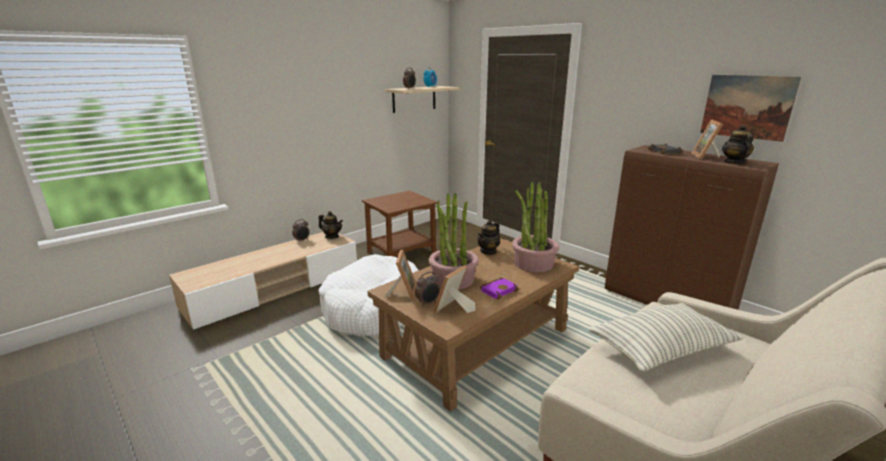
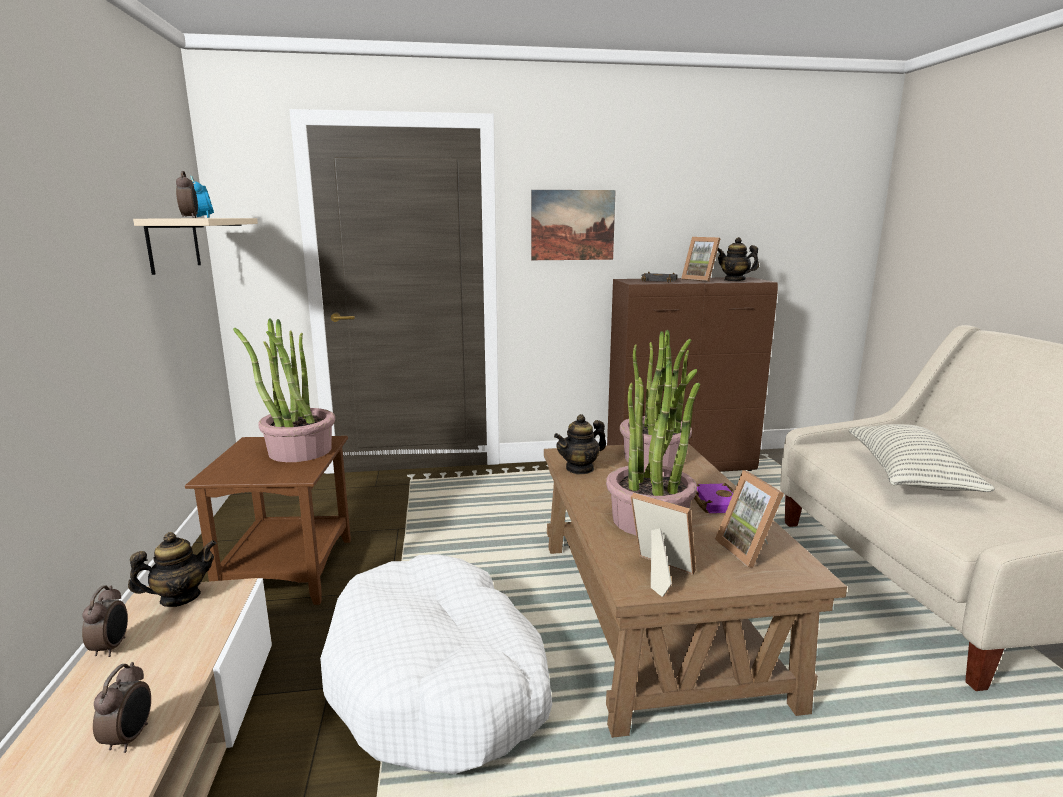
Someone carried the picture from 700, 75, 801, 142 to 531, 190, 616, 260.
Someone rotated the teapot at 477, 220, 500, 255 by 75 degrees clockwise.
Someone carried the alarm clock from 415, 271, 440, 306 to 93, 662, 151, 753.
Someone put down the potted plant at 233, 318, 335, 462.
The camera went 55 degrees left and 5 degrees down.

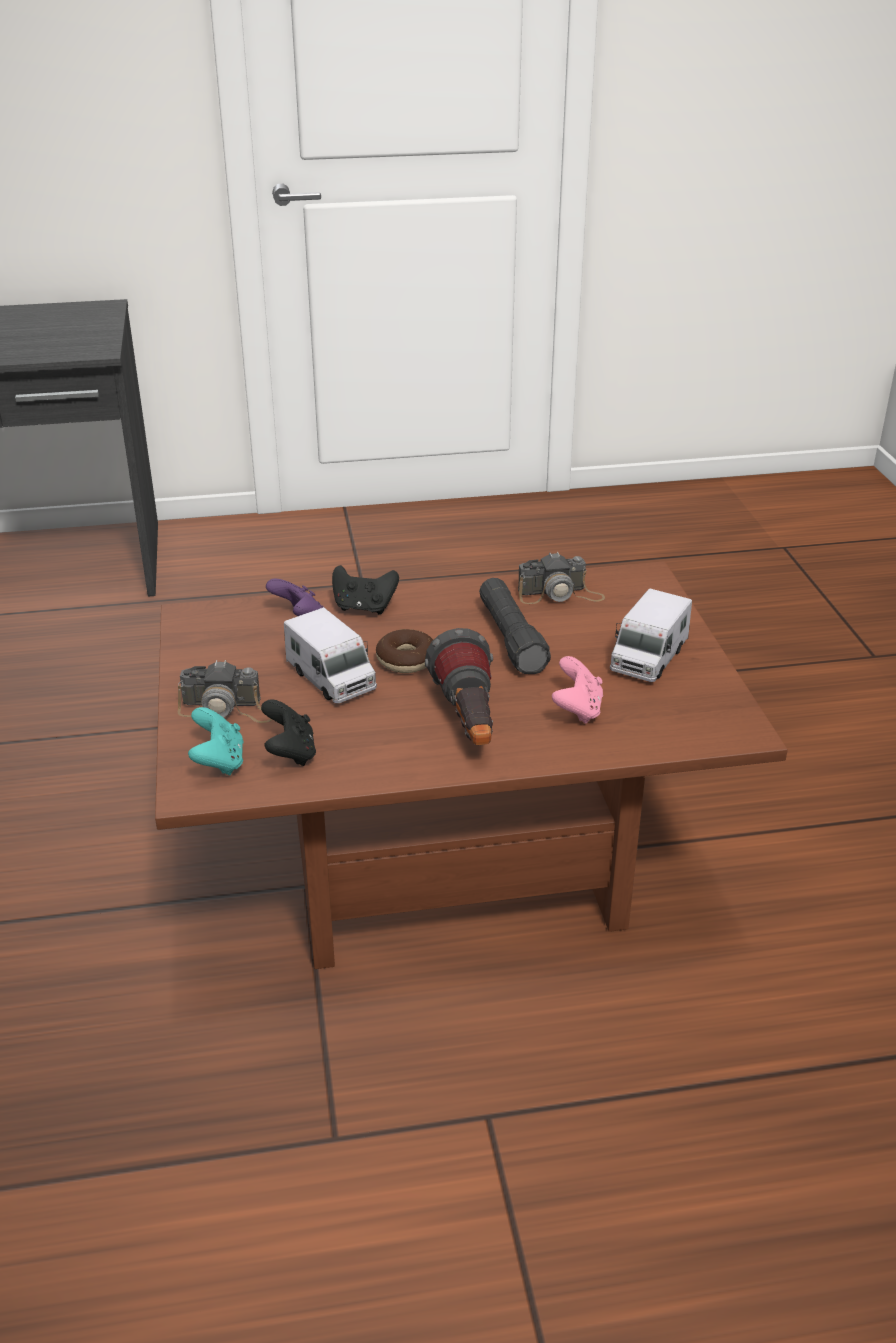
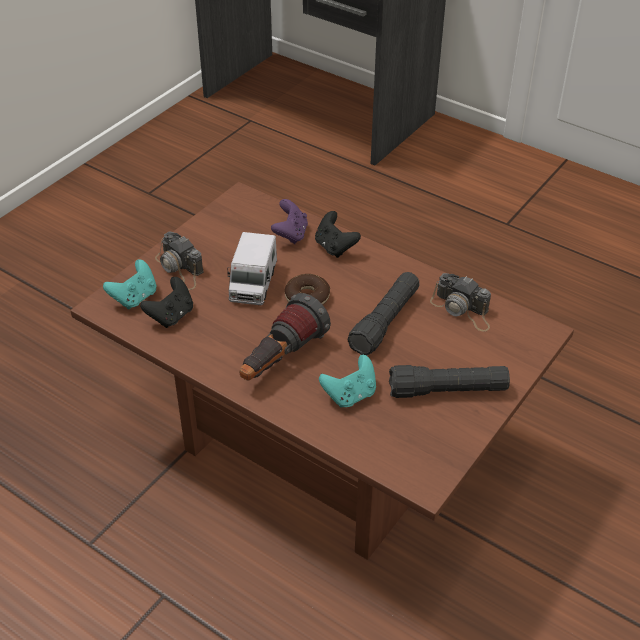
Someone swapped the toy truck at 610, 588, 692, 682 for the flashlight (black) at 389, 365, 510, 398.
Someone repainted the game controller (pink) at 552, 656, 603, 724, which became the game controller (turquoise) at 319, 355, 376, 408.
The camera went 45 degrees right and 10 degrees up.

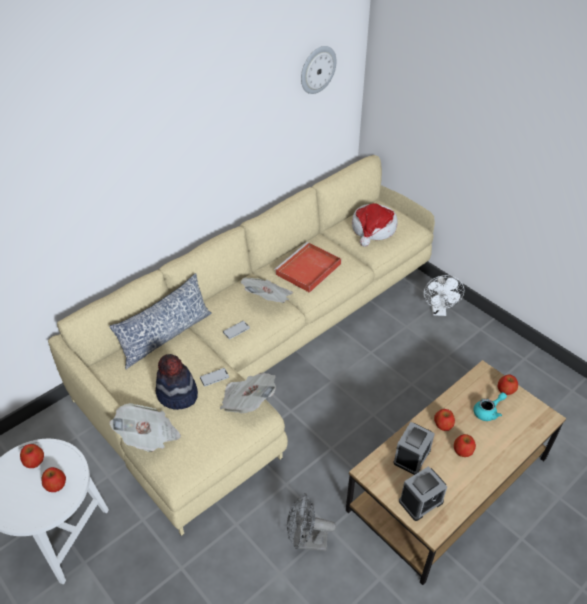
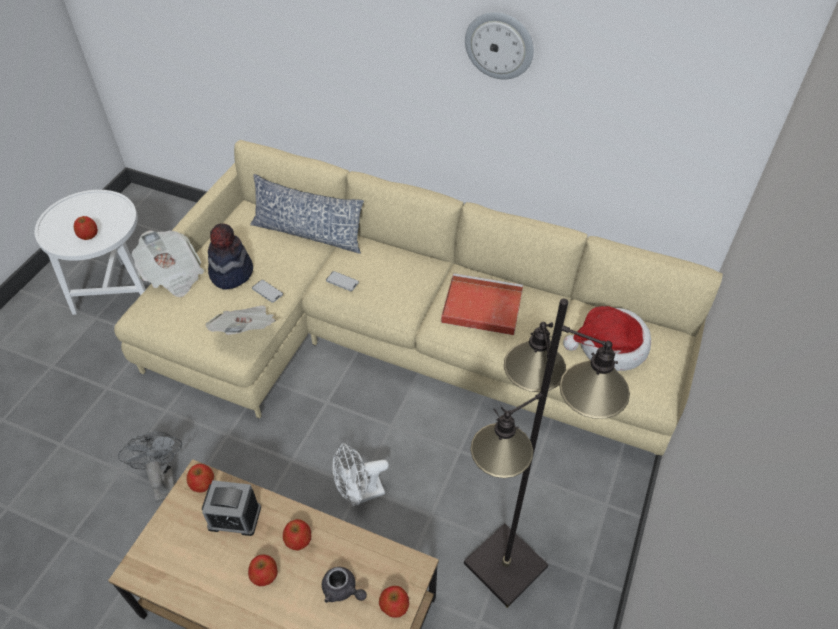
Someone carried the wall clock from 301, 46, 336, 94 to 465, 12, 534, 80.
Someone carried the fan (white) from 424, 275, 464, 316 to 332, 443, 389, 506.
Someone took away the newspaper at 241, 278, 293, 303.
Someone repainted the teapot (turquoise) at 473, 392, 507, 421, which became the teapot (grey) at 322, 567, 367, 603.
Someone carried the apple from 20, 444, 44, 468 to 187, 464, 214, 493.
Someone took away the alarm clock at 399, 466, 447, 521.
Someone put down the floor lamp (black) at 464, 298, 630, 608.
The camera went 65 degrees right and 5 degrees up.

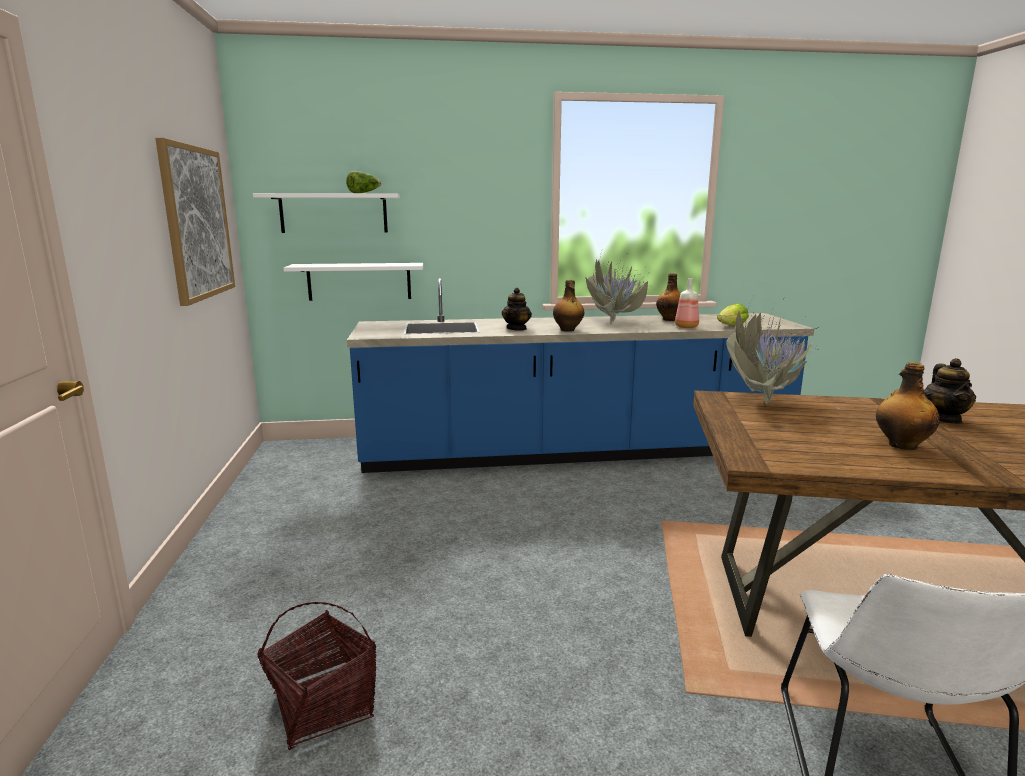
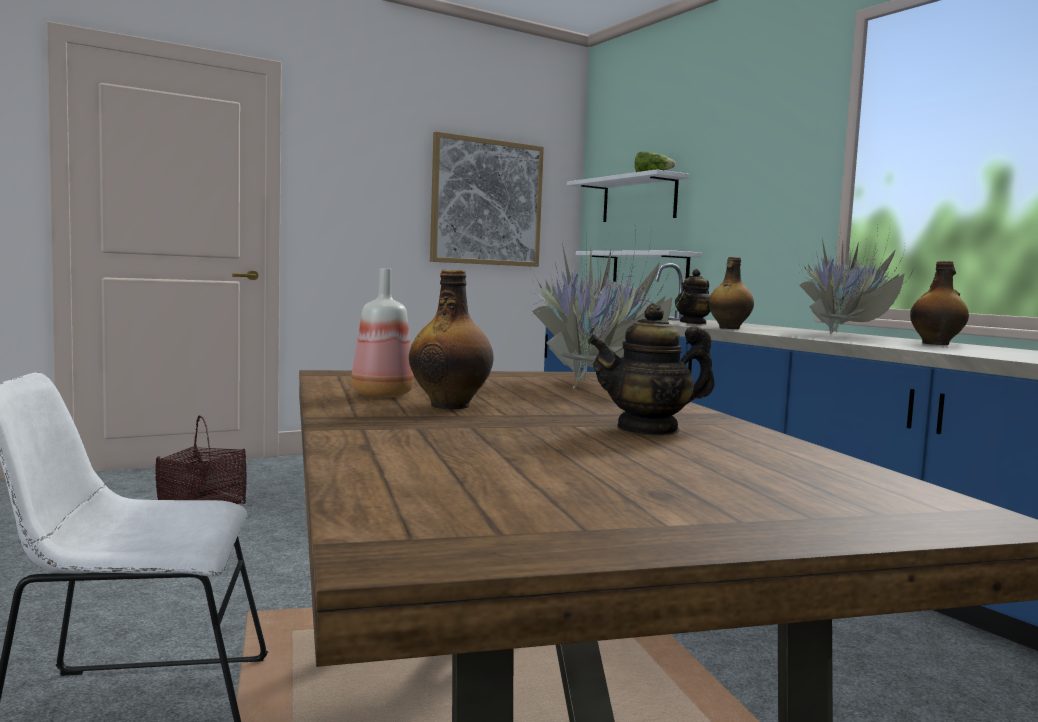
Someone carried the bottle from 675, 278, 699, 328 to 351, 268, 414, 398.
Someone rotated the teapot at 502, 288, 532, 331 by 45 degrees counterclockwise.
Someone took away the lettuce at 717, 303, 749, 325.
The camera went 65 degrees right and 10 degrees down.

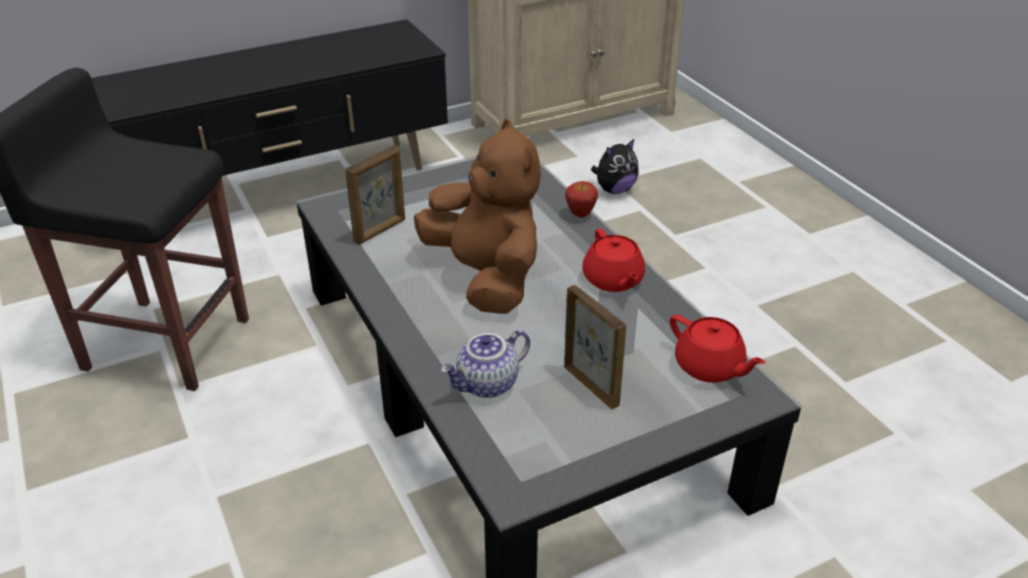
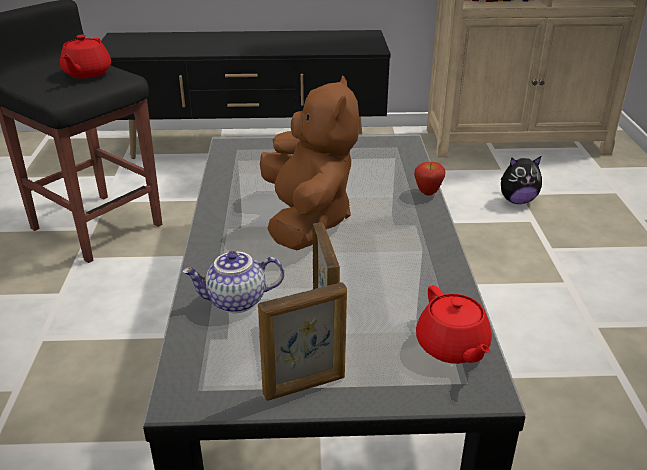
Someone carried the picture frame from 345, 145, 405, 245 to 258, 282, 347, 401.
Someone carried the teapot (red) from 582, 229, 645, 292 to 60, 35, 111, 78.
The camera went 25 degrees right and 5 degrees down.

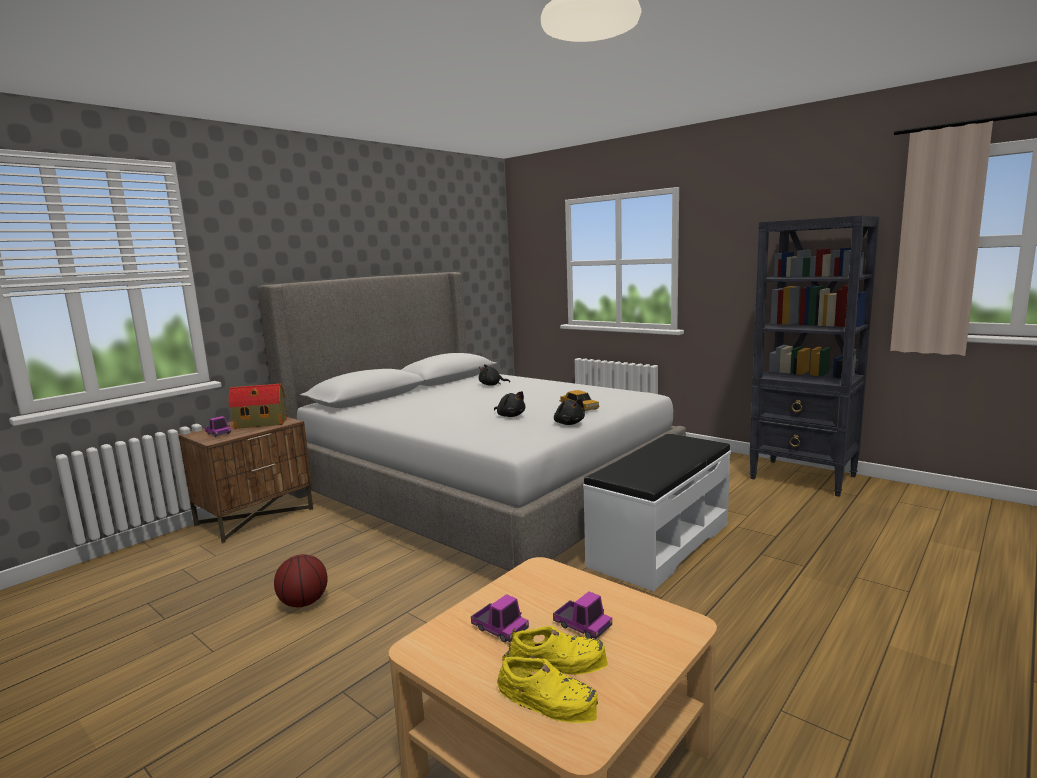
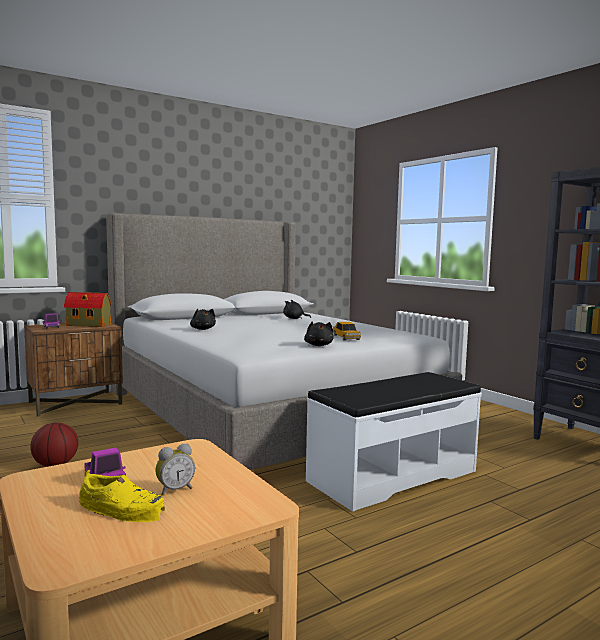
Someone carried the plush toy (black) from 494, 391, 525, 417 to 190, 309, 216, 330.
Someone swapped the toy truck at 553, 592, 612, 639 for the alarm clock at 155, 444, 195, 496.
Someone took away the shoe (yellow) at 497, 652, 598, 723.
The camera went 15 degrees right and 5 degrees down.

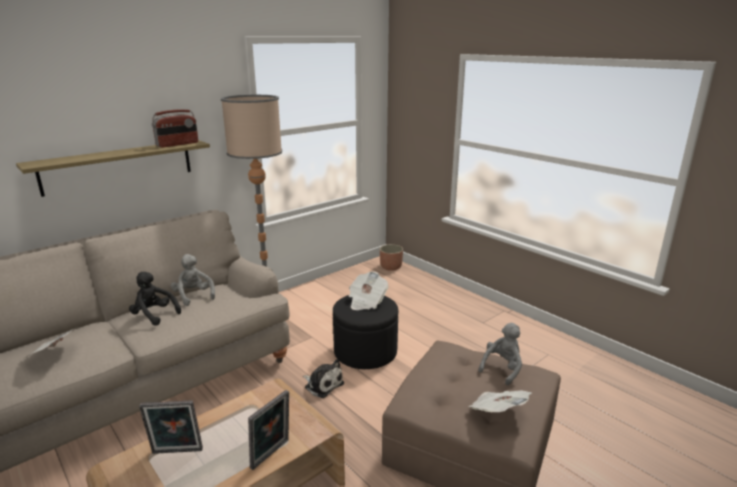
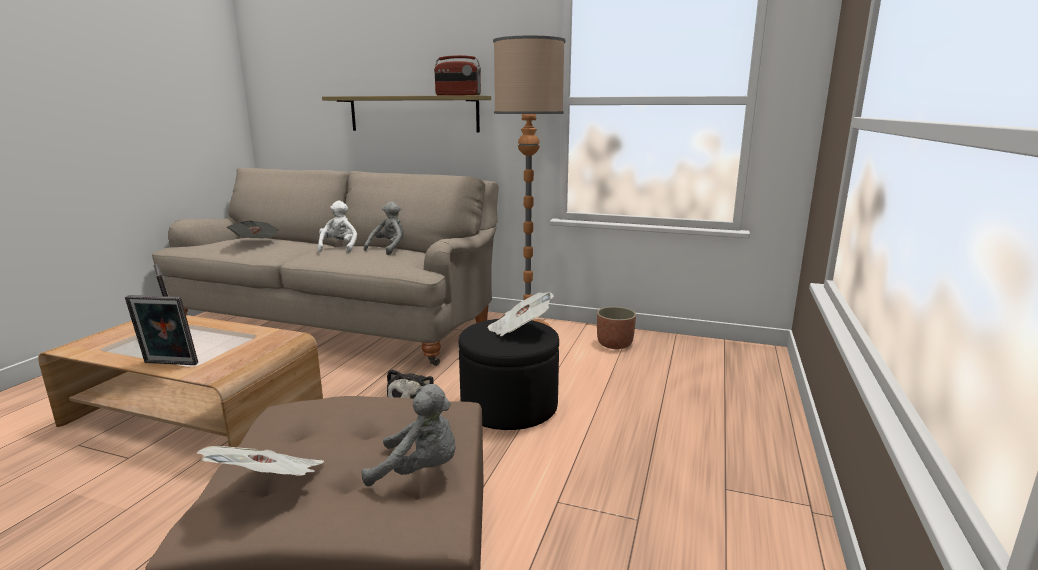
Someone carried the planter from 380, 244, 403, 271 to 597, 307, 636, 349.
Someone repainted the plush toy (black) at 129, 272, 181, 326, which became the plush toy (white) at 318, 201, 357, 253.
The camera went 60 degrees right and 5 degrees down.

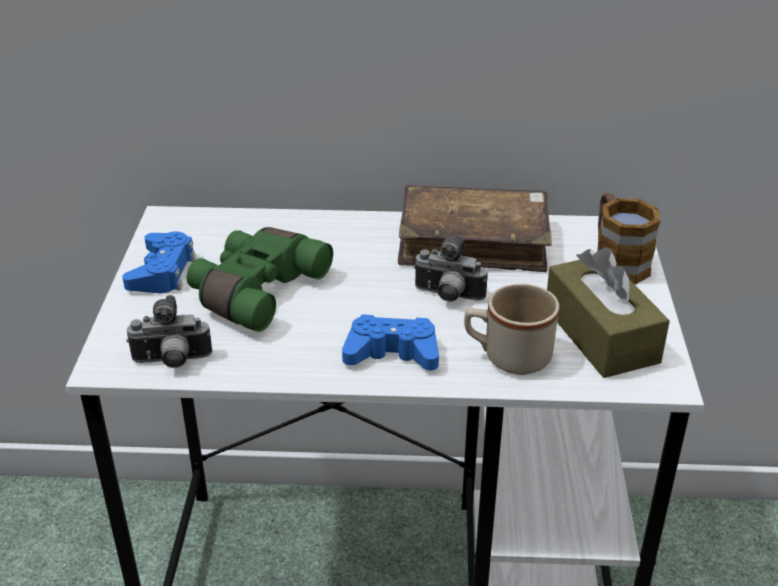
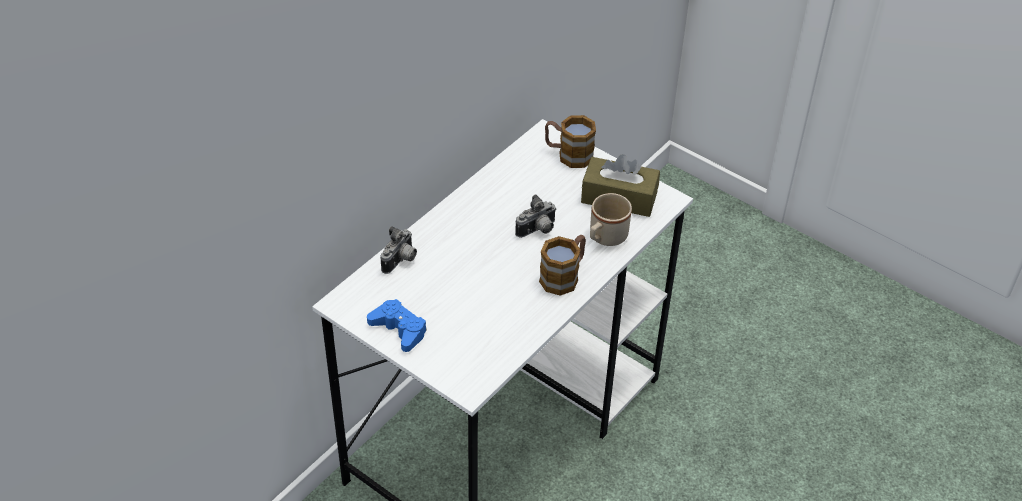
Someone took away the book (brown) at 398, 185, 552, 272.
Someone took away the binoculars (green) at 187, 227, 333, 332.
Someone carried the photo camera from 126, 295, 212, 368 to 380, 226, 417, 274.
Someone swapped the game controller (blue) at 342, 314, 439, 370 for the mug at 539, 235, 586, 296.
The camera went 55 degrees left and 10 degrees up.

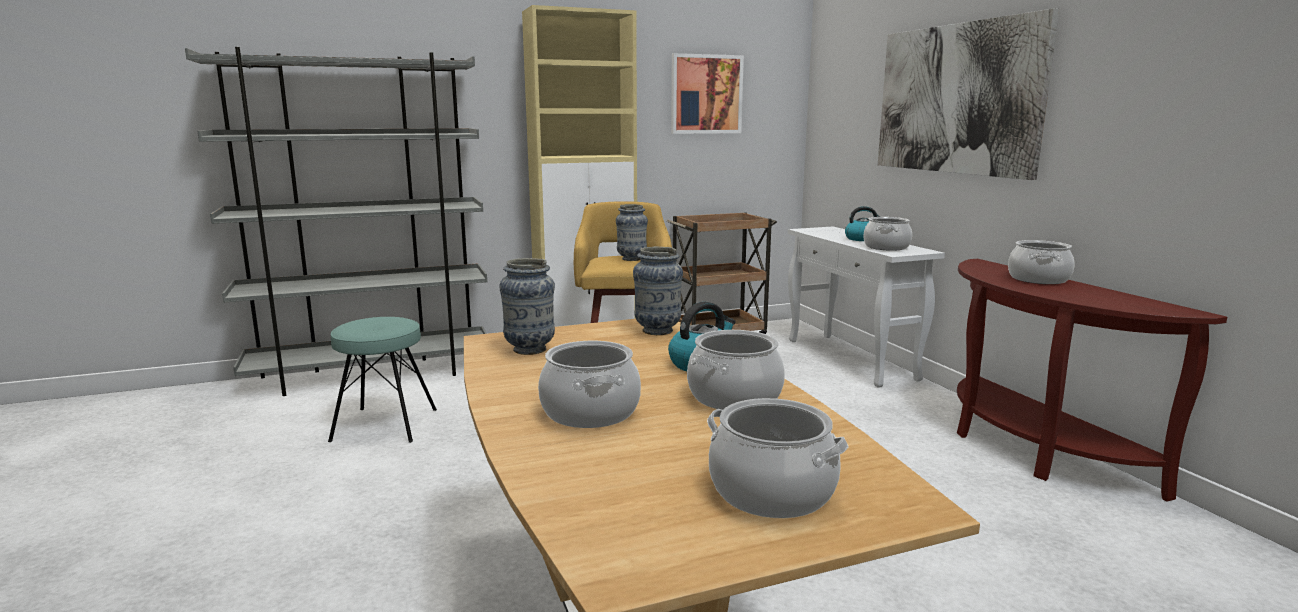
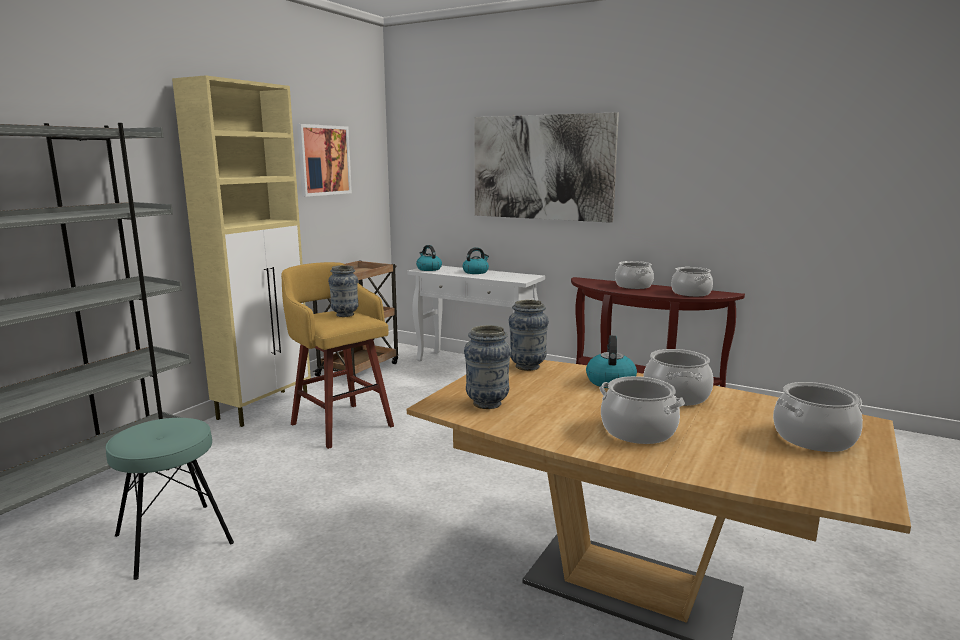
Someone carried the cooking pot from 864, 217, 912, 251 to 671, 267, 713, 297.
Someone put down the kettle at 416, 245, 442, 271.
The camera went 40 degrees left and 0 degrees up.

